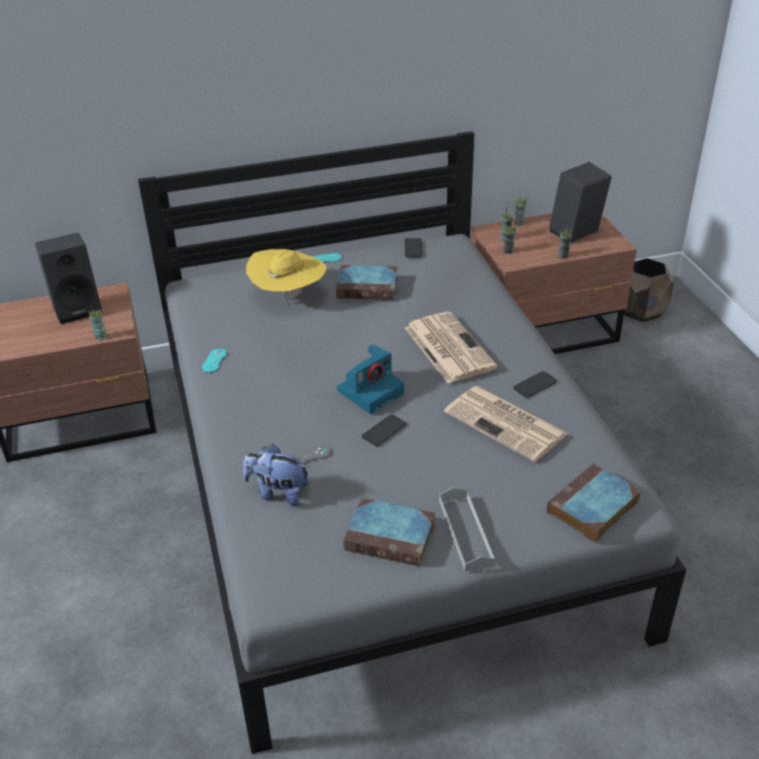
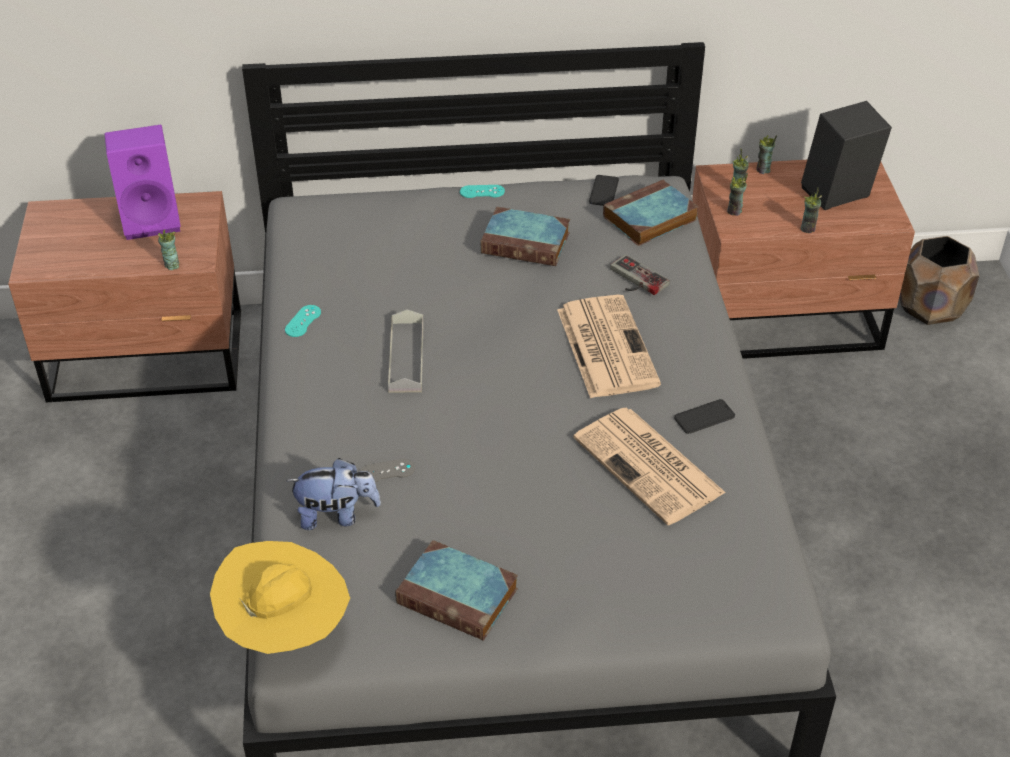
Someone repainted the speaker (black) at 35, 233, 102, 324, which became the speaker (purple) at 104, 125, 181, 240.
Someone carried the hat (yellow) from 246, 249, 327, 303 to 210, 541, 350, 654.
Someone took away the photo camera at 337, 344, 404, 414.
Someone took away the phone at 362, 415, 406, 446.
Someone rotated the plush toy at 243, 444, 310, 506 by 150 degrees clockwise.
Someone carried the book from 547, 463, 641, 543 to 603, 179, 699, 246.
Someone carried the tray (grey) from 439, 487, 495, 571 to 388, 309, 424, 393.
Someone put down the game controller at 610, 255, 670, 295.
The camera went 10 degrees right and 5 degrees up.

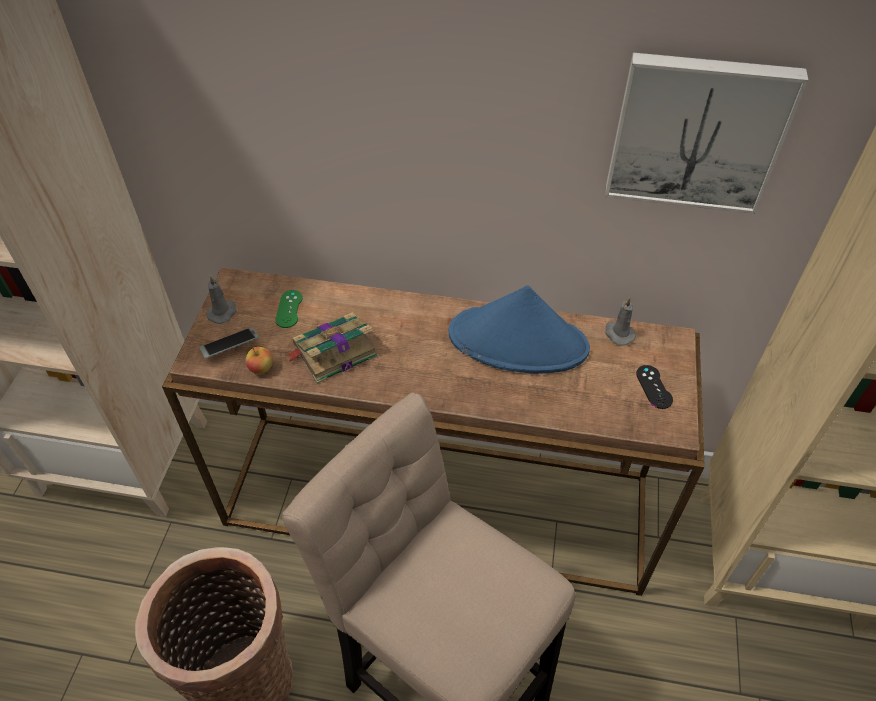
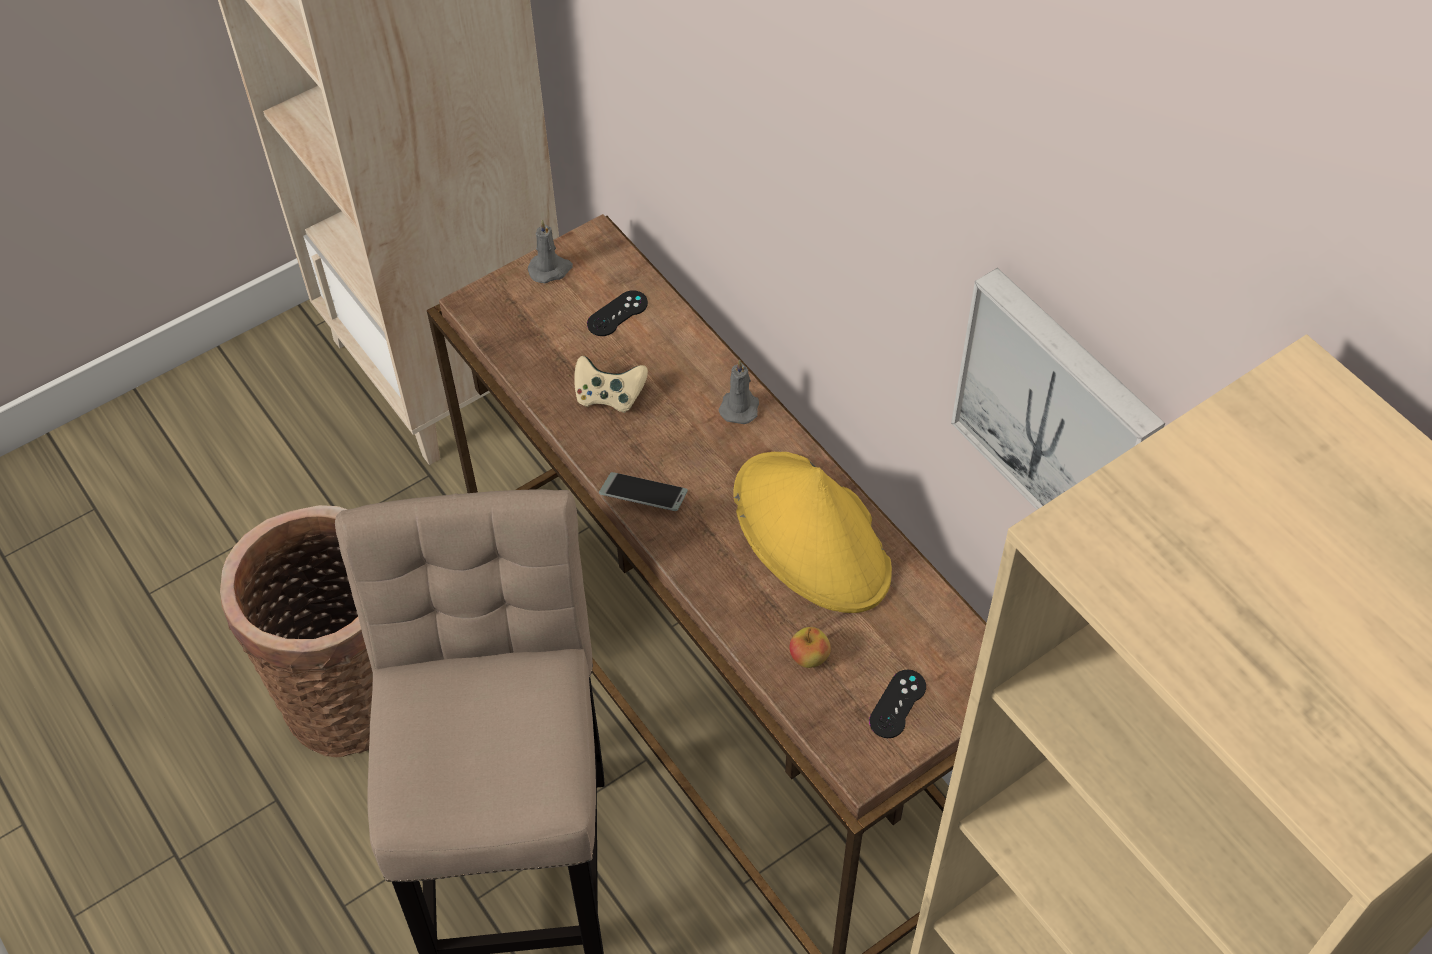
Someone repainted the hat (blue) at 449, 285, 590, 374, which became the hat (yellow) at 733, 452, 892, 613.
Someone repainted the game controller (green) at 275, 290, 303, 328, which became the game controller (black) at 587, 290, 648, 336.
Someone carried the candle (grey) from 605, 297, 636, 346 to 719, 360, 759, 424.
Someone swapped the book at 285, 313, 378, 384 for the game controller (beige) at 574, 356, 648, 413.
Someone carried the phone from 199, 327, 259, 359 to 599, 472, 688, 511.
Someone carried the apple from 246, 347, 273, 374 to 790, 627, 831, 668.
The camera went 45 degrees right and 5 degrees up.

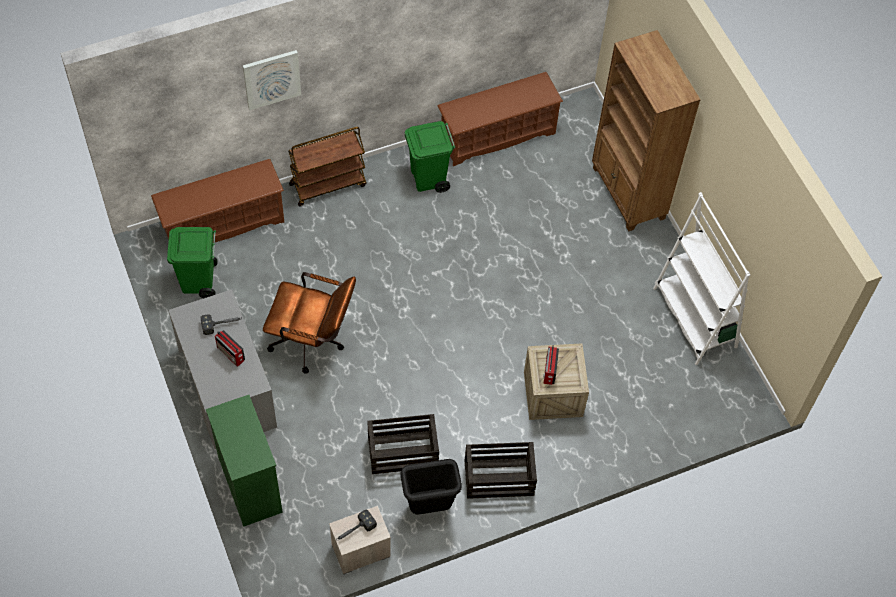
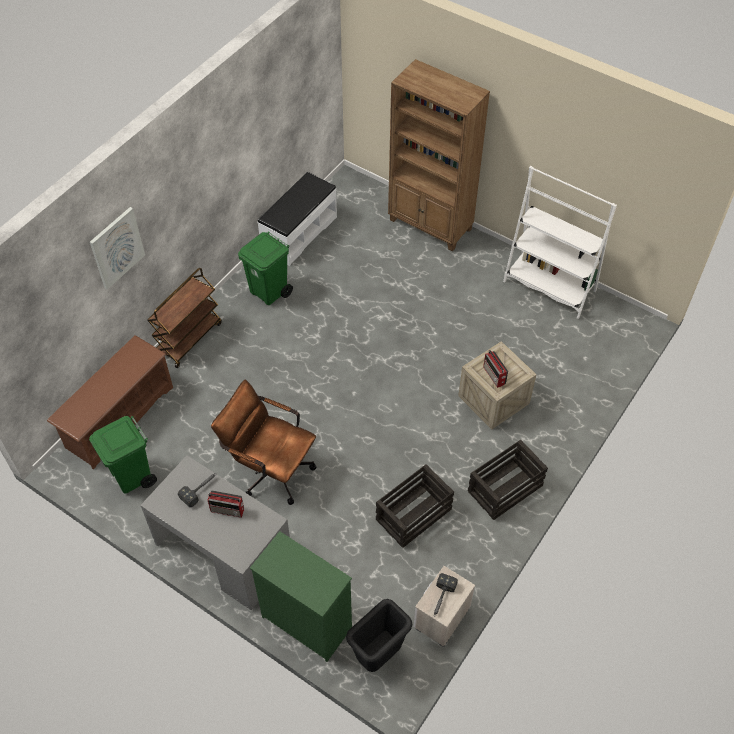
Someone swapped the shoe rack (brown) at 438, 72, 563, 166 for the bench (white) at 257, 172, 337, 266.
Someone rotated the office chair (brown) at 263, 272, 356, 374 by 135 degrees counterclockwise.
Someone carried the trash can (black) from 400, 459, 462, 514 to 346, 599, 412, 672.
The camera went 30 degrees left and 5 degrees down.

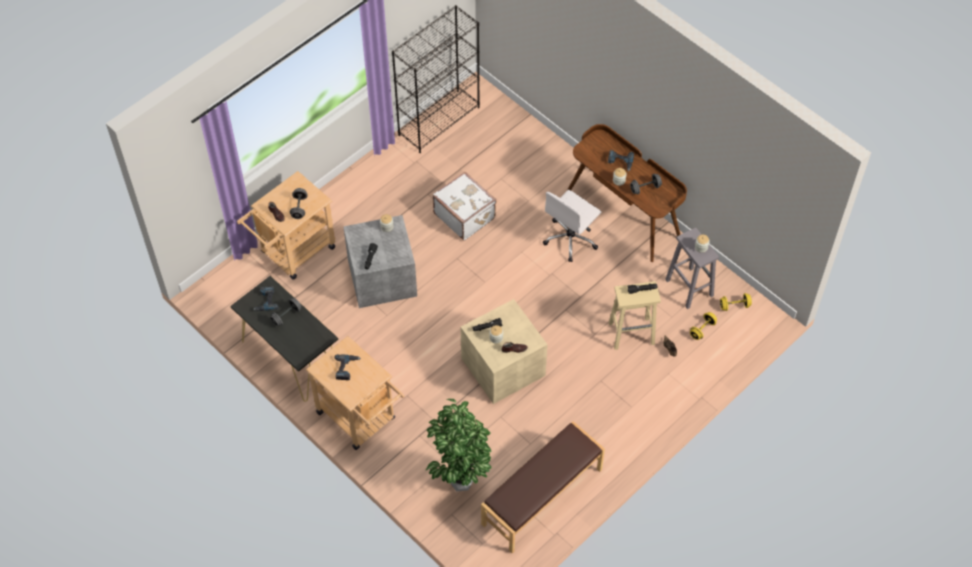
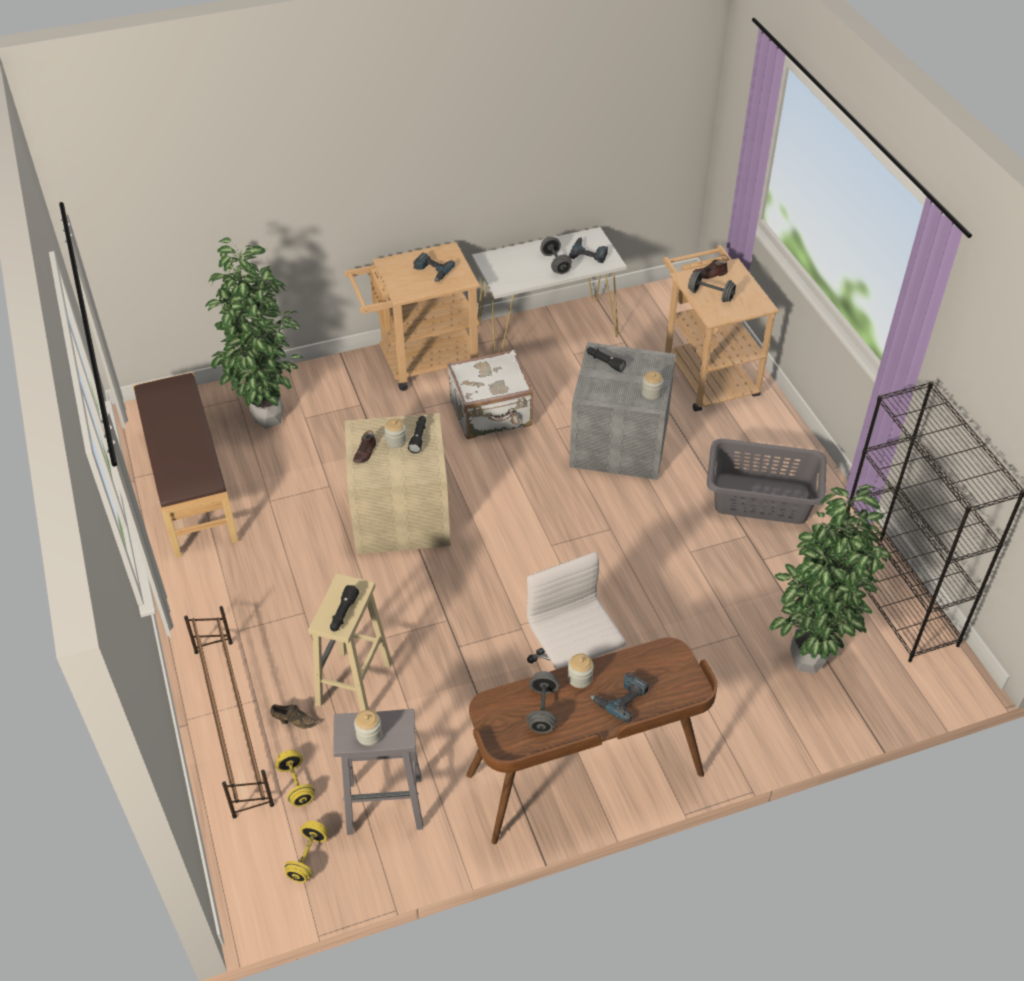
Someone carried the suitcase (white) from 433, 172, 496, 240 to 447, 349, 534, 439.
Someone repainted the console table (black) at 231, 276, 339, 401, which became the console table (white) at 472, 227, 627, 354.
Someone put down the laundry basket (grey) at 707, 439, 826, 524.
Someone put down the potted plant at 770, 484, 892, 674.
Someone put down the shoe rack (brown) at 184, 606, 274, 818.
The camera went 115 degrees right and 10 degrees down.

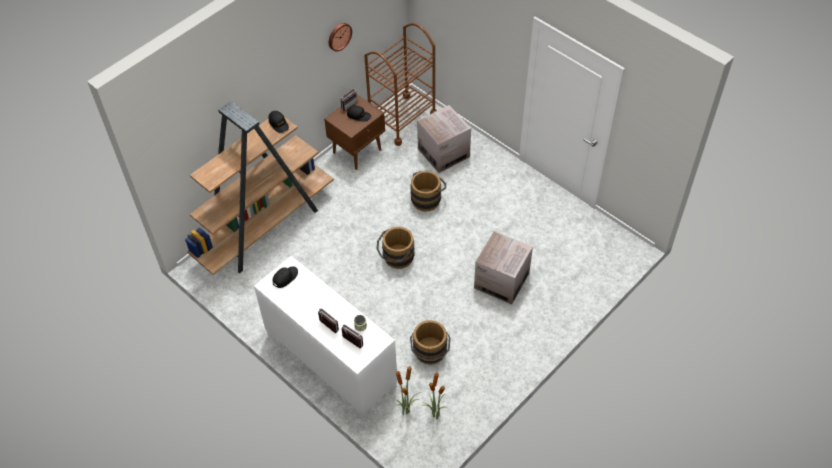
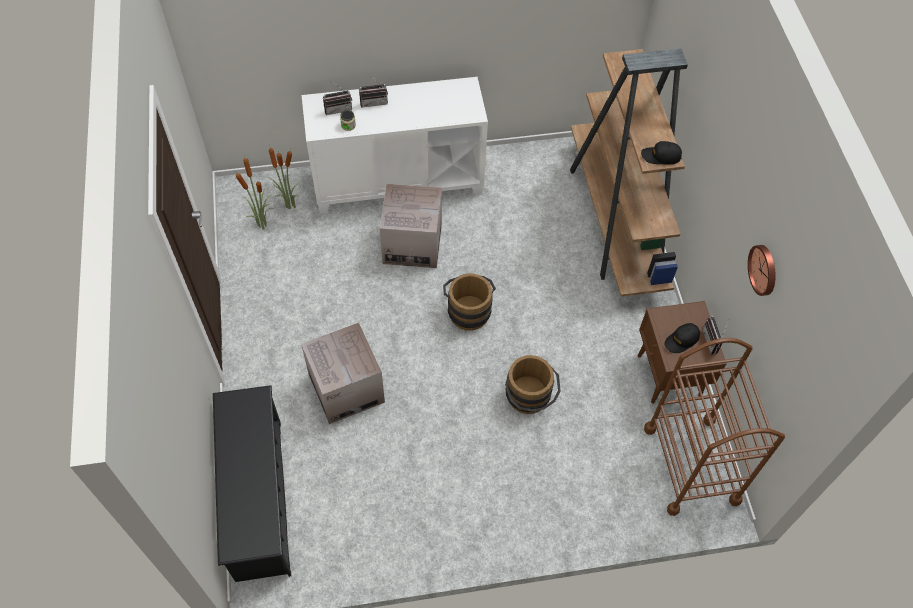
Someone carried the cardboard box from 417, 105, 471, 173 to 380, 184, 442, 268.
Someone took away the cap (black) at 273, 266, 298, 288.
Someone took away the bucket (brown) at 410, 320, 451, 365.
Someone put down the shoe rack (black) at 213, 385, 291, 582.
The camera went 125 degrees right and 5 degrees up.

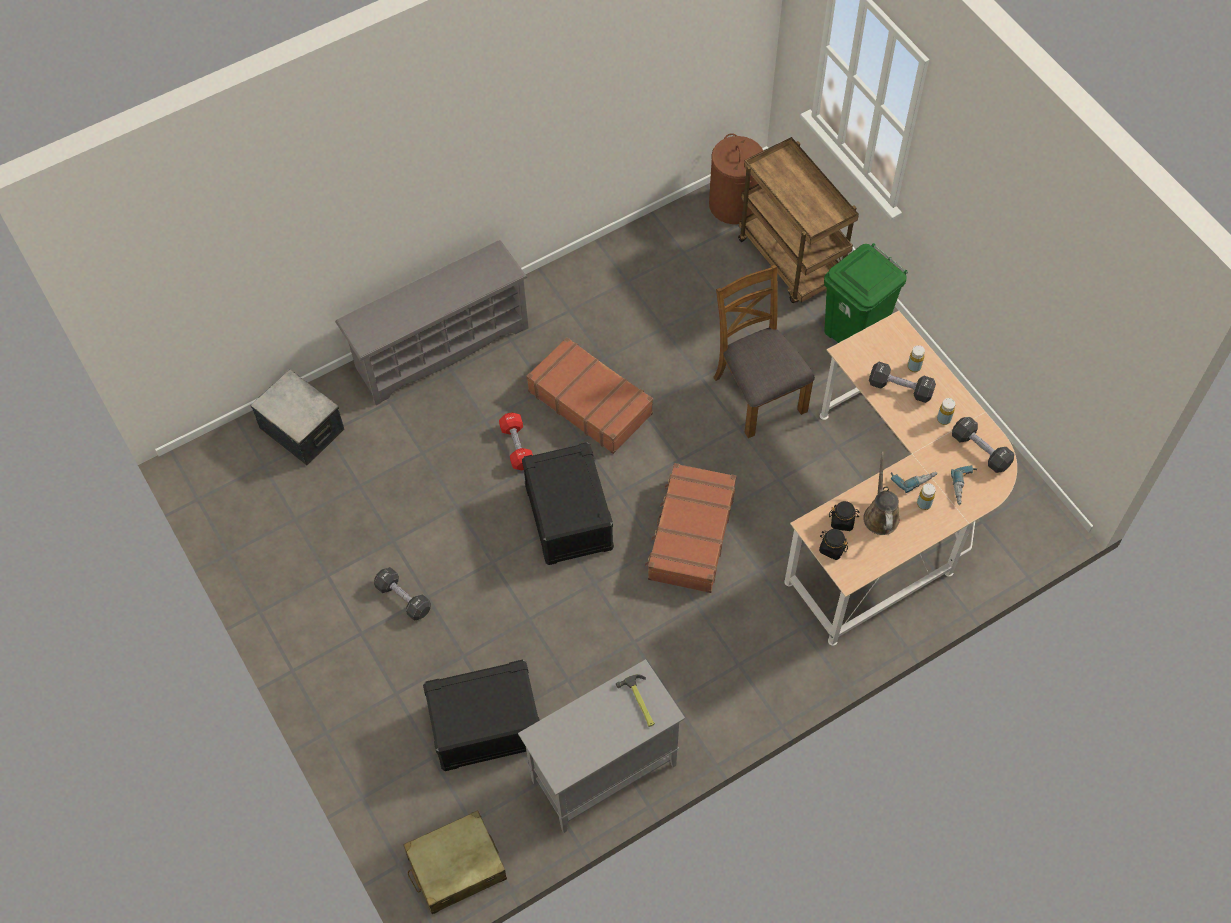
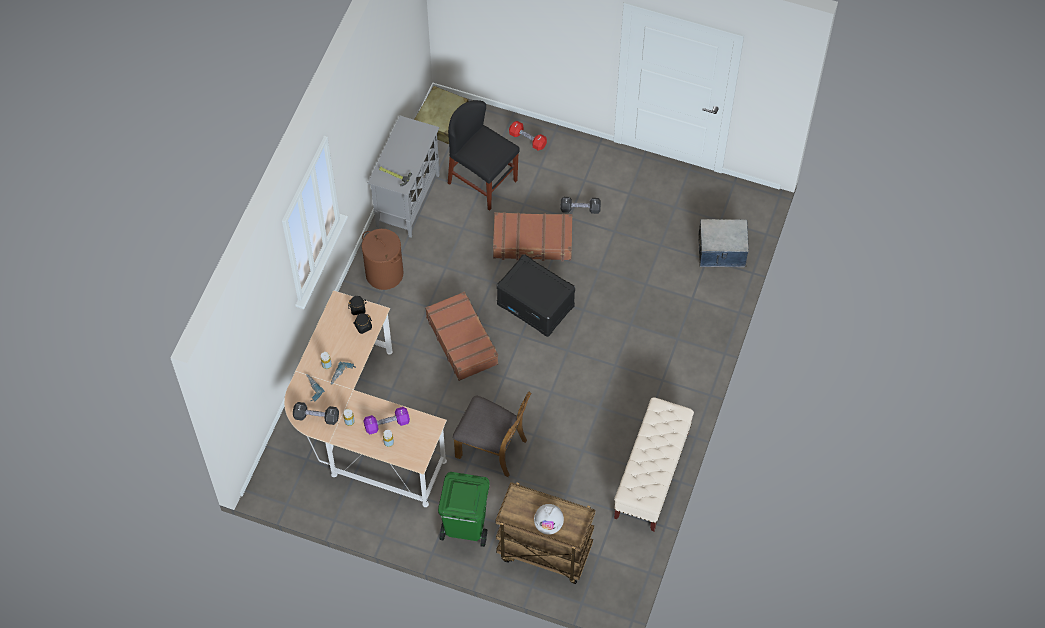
Someone carried the laundry basket (brown) from 709, 133, 763, 224 to 361, 229, 404, 290.
Someone took away the shoe rack (grey) at 335, 240, 529, 405.
Someone carried the suitcase (brown) from 526, 337, 653, 454 to 493, 212, 572, 261.
Someone repainted the dumbbell (black) at 869, 362, 936, 403, which became the dumbbell (purple) at 364, 407, 410, 434.
Someone carried the dumbbell (red) from 499, 412, 533, 470 to 509, 121, 547, 150.
Someone took away the watering can (brown) at 863, 451, 900, 535.
Someone swapped the storage box (black) at 423, 660, 540, 771 for the chair (black) at 448, 100, 520, 211.
Someone put down the bench (beige) at 614, 397, 694, 531.
Someone put down the hard hat (white) at 534, 504, 564, 535.
The camera went 140 degrees right and 0 degrees up.

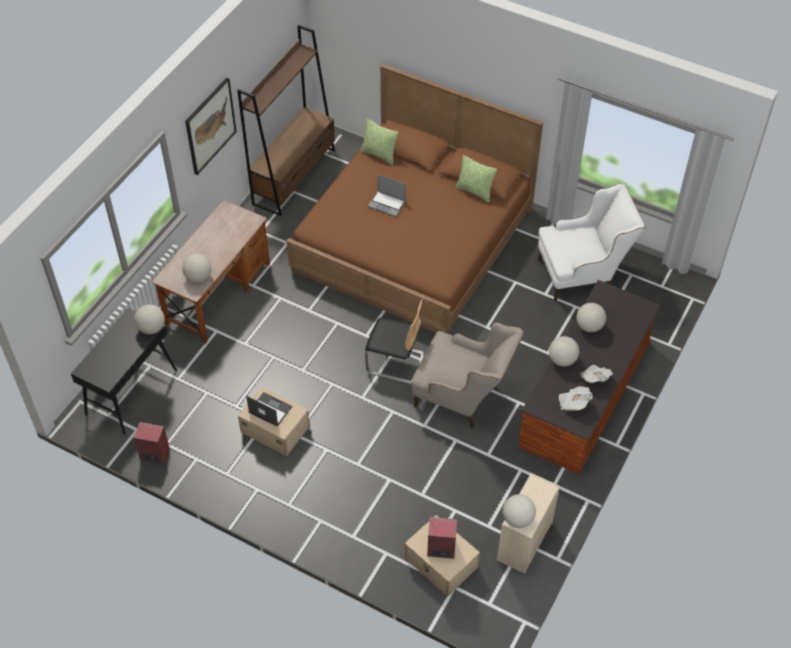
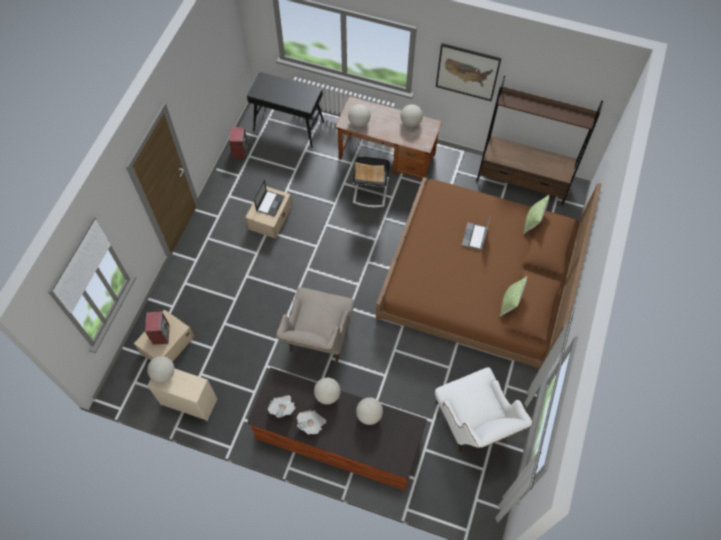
Someone carried the chair from 365, 299, 424, 385 to 353, 157, 390, 208.
Someone carried the globe from 134, 304, 165, 334 to 401, 104, 423, 127.
The camera went 80 degrees right and 10 degrees up.

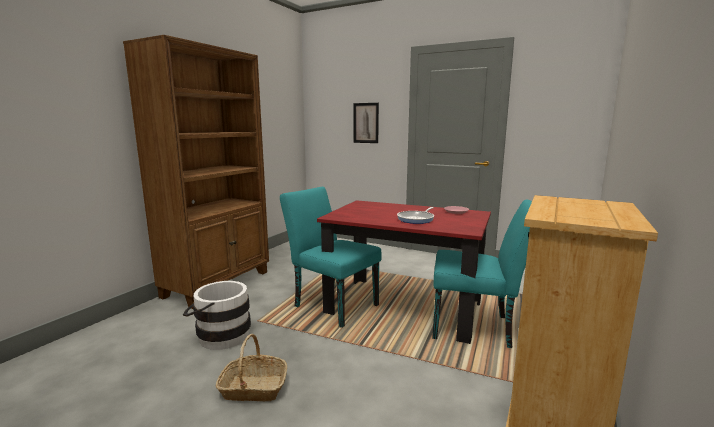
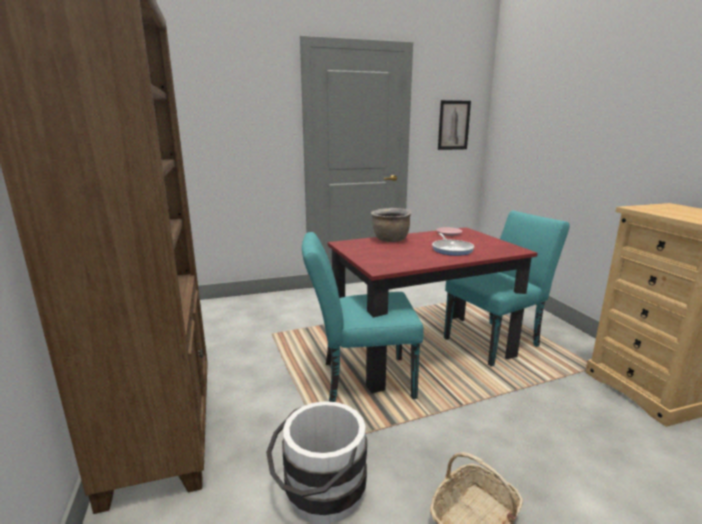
Someone carried the picture from 354, 103, 379, 143 to 438, 100, 471, 150.
Someone put down the cooking pot (brown) at 371, 208, 411, 242.
The camera went 45 degrees left and 5 degrees up.

